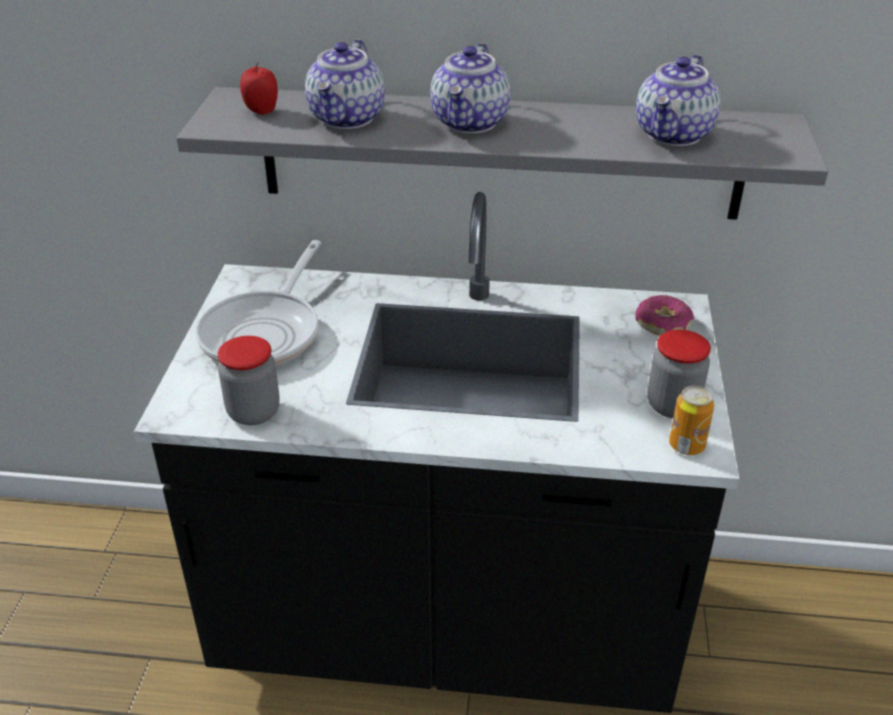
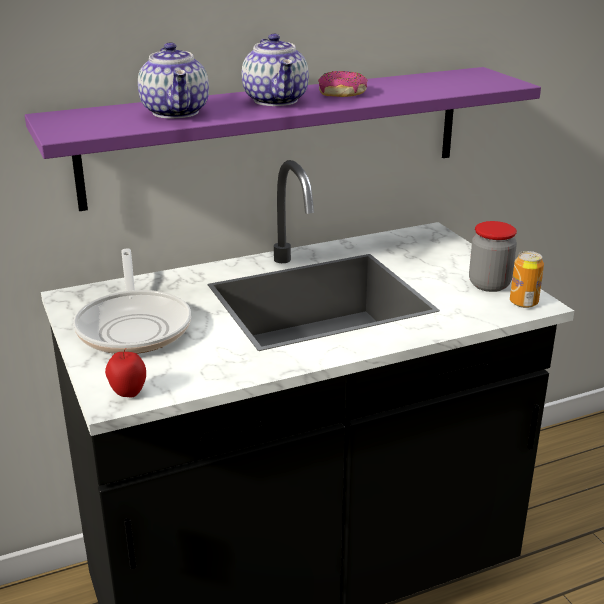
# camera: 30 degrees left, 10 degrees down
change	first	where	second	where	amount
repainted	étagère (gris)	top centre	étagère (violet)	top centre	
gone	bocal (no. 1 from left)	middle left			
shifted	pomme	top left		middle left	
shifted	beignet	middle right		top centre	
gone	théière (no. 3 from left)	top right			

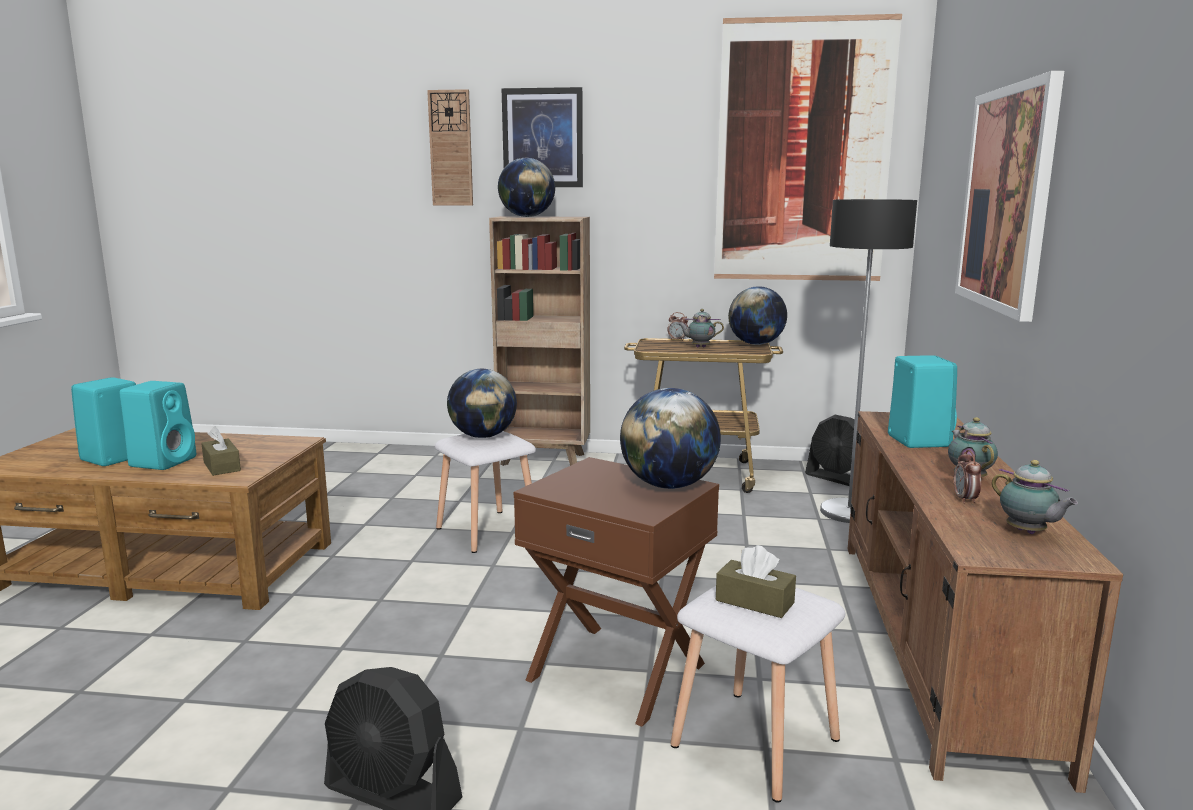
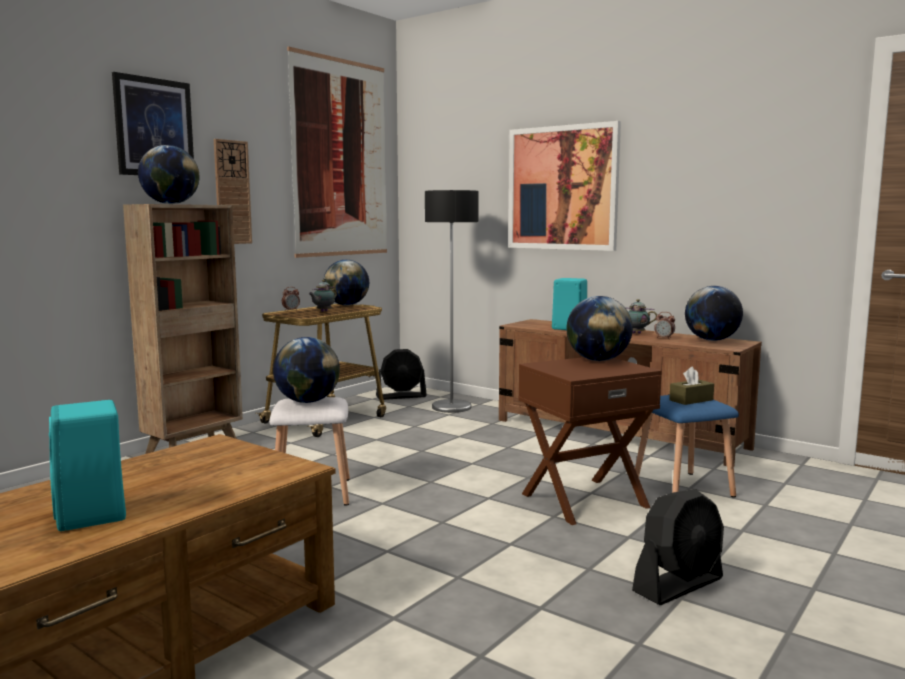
# camera: 60 degrees left, 5 degrees down
change	first	where	second	where	amount
gone	enceinte (turquoise) (no. 2 from left)	middle left			
gone	boîte à mouchoirs (marron) (no. 1 from left)	middle left			
shifted	horloge murale	top centre		top left	
repainted	tabouret (blanc) (no. 2 from left)	bottom centre	tabouret (bleu)	middle right	
swapped	théière (no. 3 from left)	middle right	globe (no. 5 from left)	middle right	

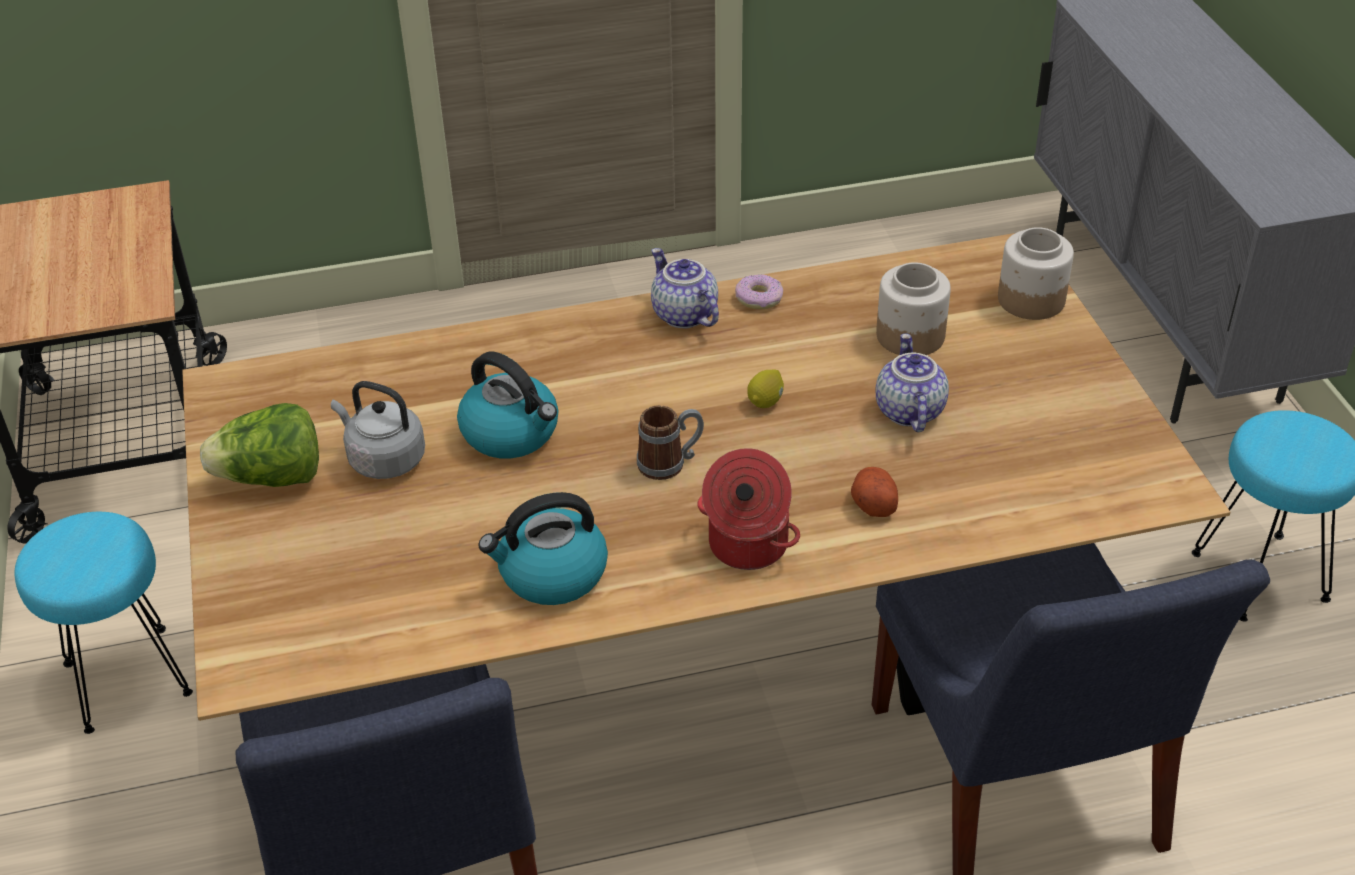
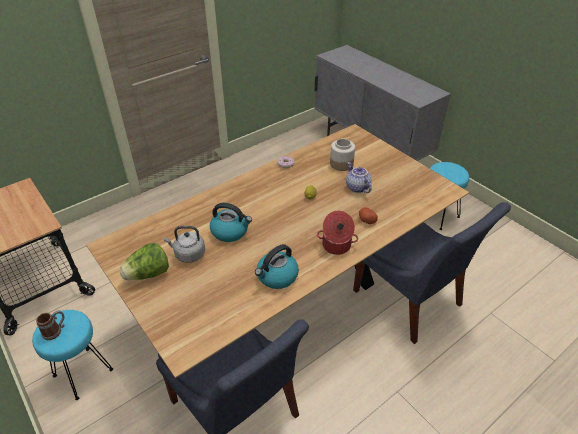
# camera: 25 degrees left, 0 degrees up
change	first	where	second	where	amount
shifted	mug	centre		bottom left	
gone	théière (no. 1 from left)	top centre			
gone	bocal (no. 2 from left)	top right			

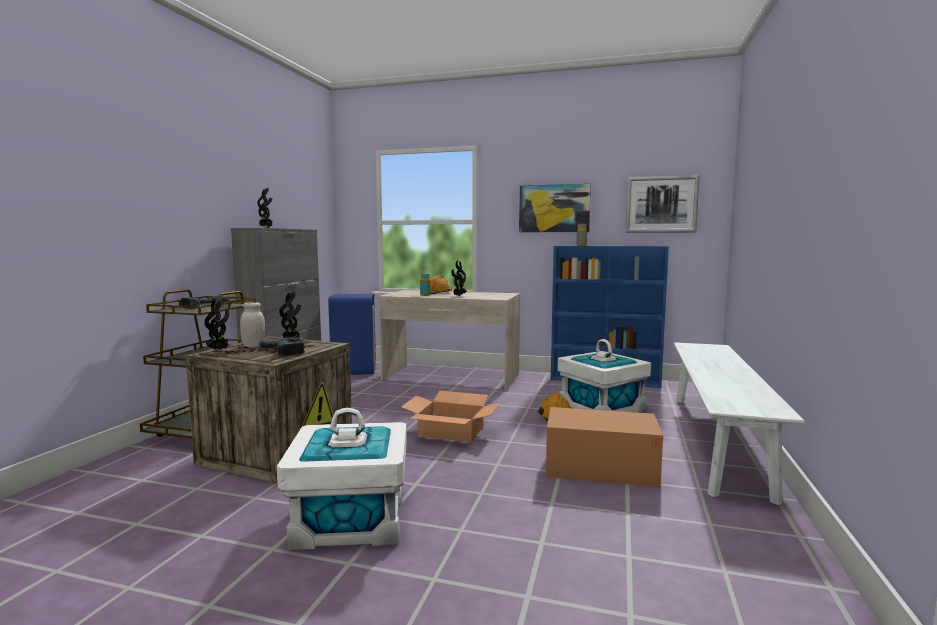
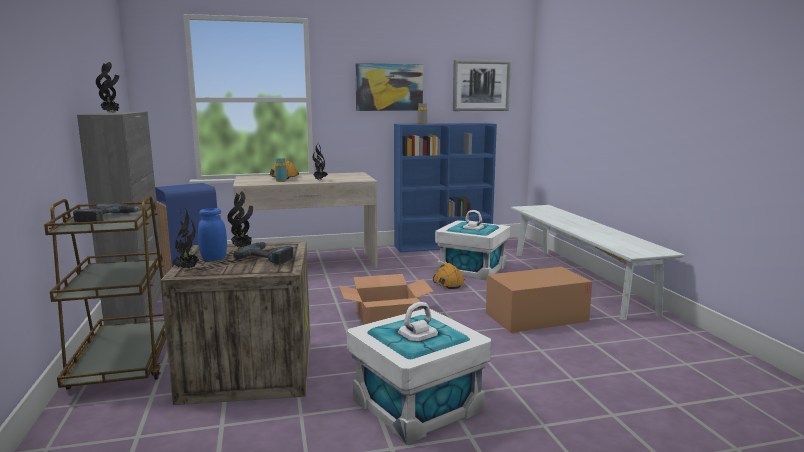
# camera: 30 degrees left, 5 degrees up
change	first	where	second	where	amount
repainted	bocal (blanc)	middle left	bocal (bleu)	middle left	

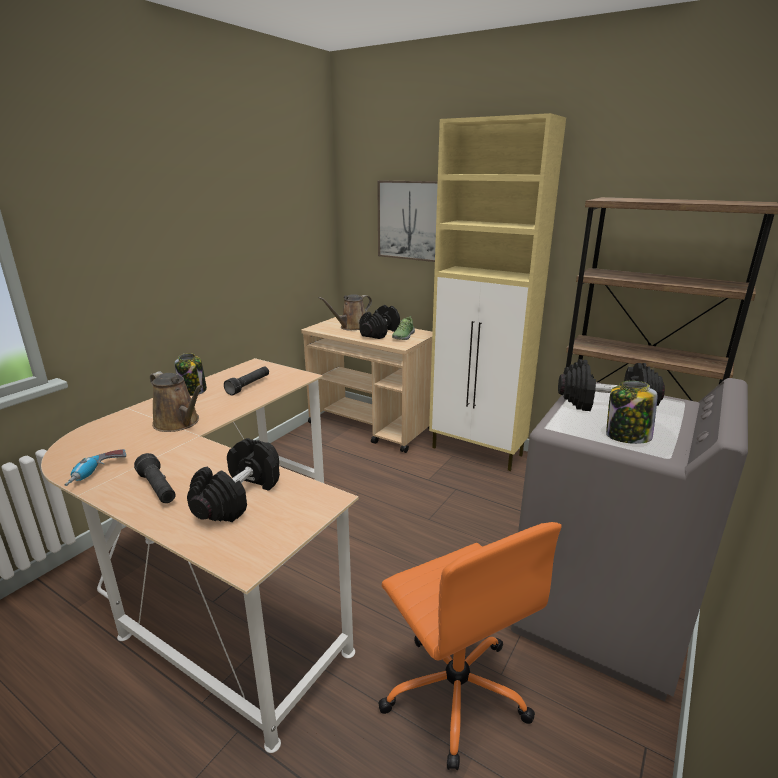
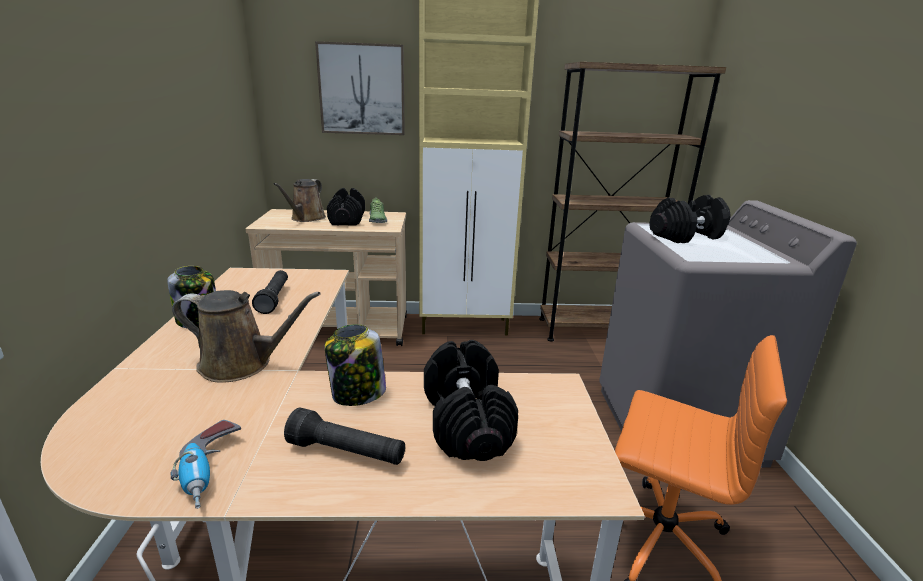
# camera: 35 degrees left, 0 degrees up
change	first	where	second	where	amount
shifted	bocal (no. 2 from left)	middle right		centre	

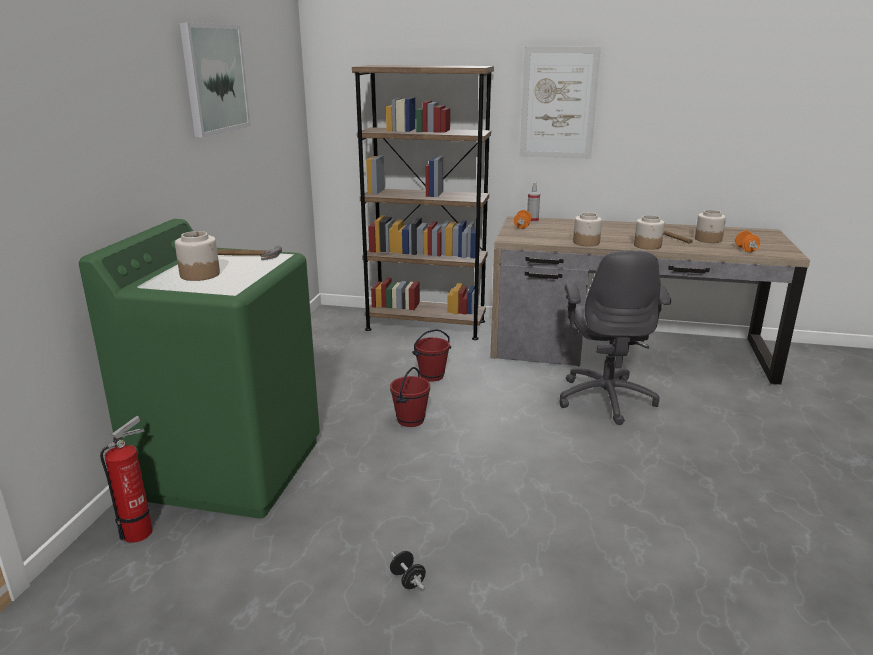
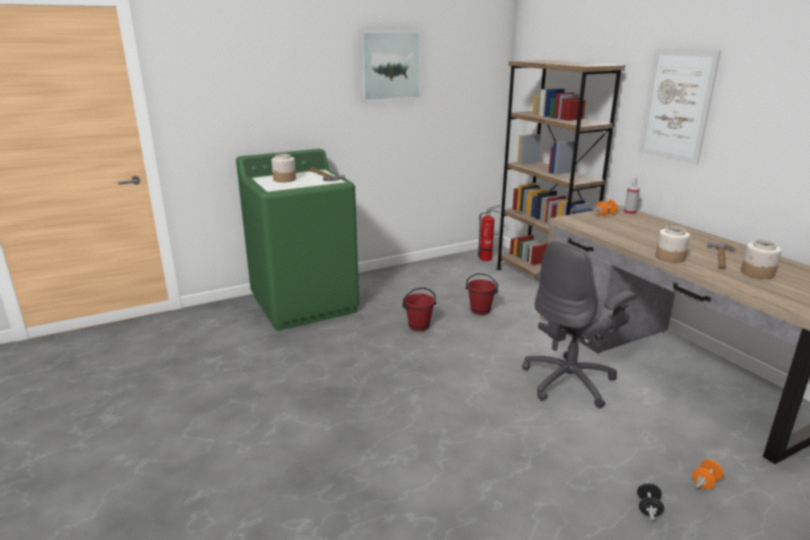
# camera: 50 degrees right, 0 degrees up
change	first	where	second	where	amount
shifted	extincteur	bottom left		centre	
shifted	haltère (noir)	bottom centre		bottom right	
gone	bocal (no. 2 from left)	middle right			
shifted	haltère (orange) (no. 2 from left)	middle right		bottom right	

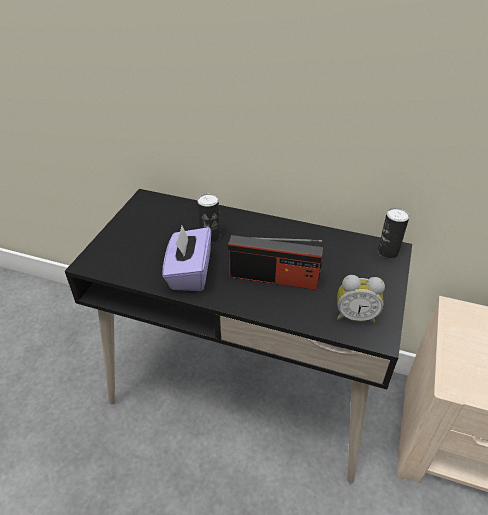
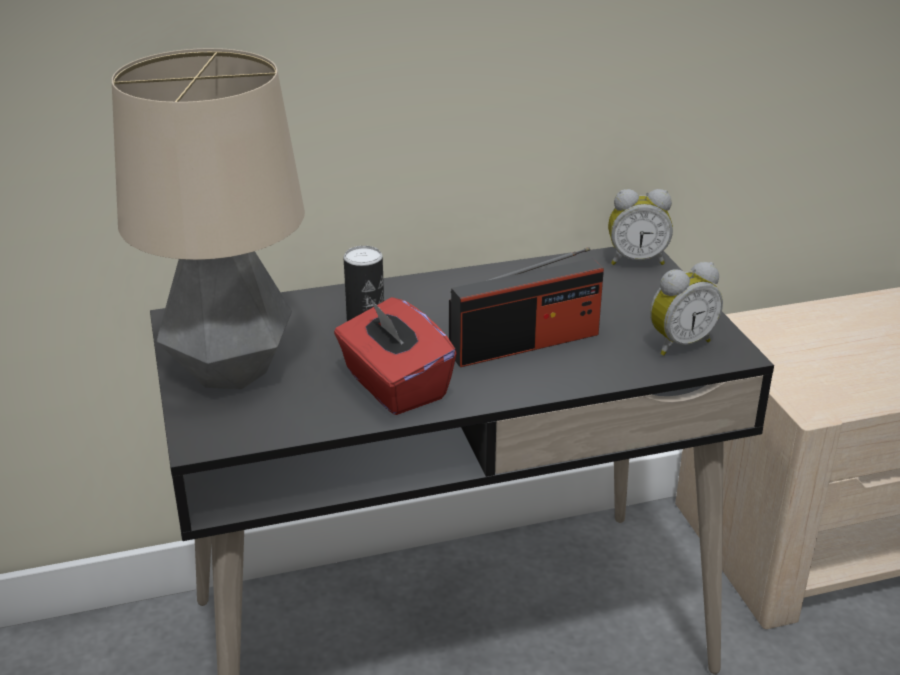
# camera: 35 degrees left, 10 degrees down
change	first	where	second	where	amount
repainted	boîte à mouchoirs (violet)	centre	boîte à mouchoirs (rouge)	centre	
swapped	boîte métallique (no. 2 from left)	middle right	réveil (no. 1 from left)	middle right	
new			lampe de table	top left	

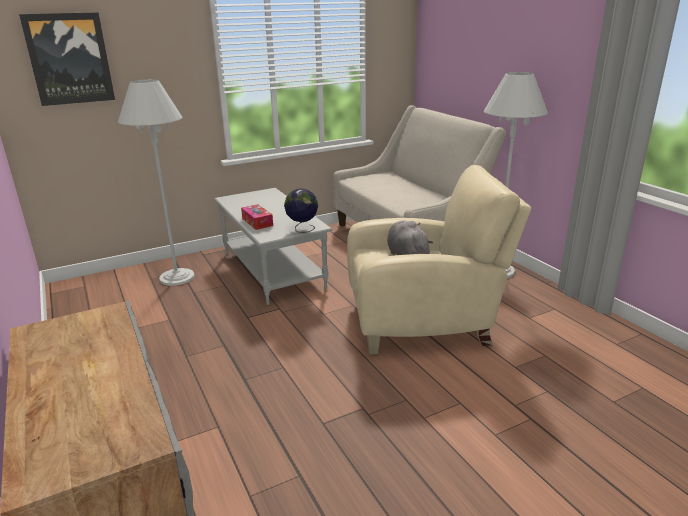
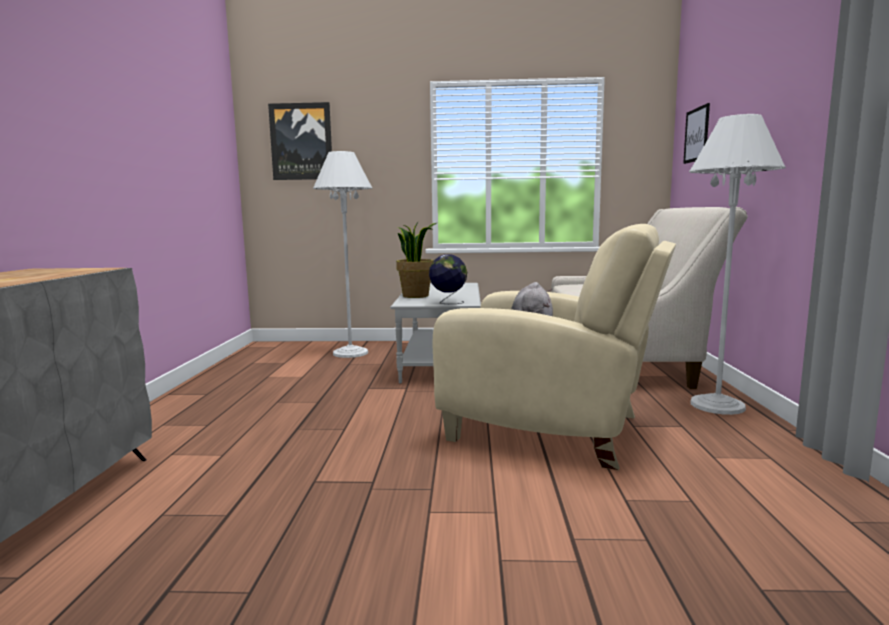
# camera: 30 degrees right, 15 degrees down
change	first	where	second	where	amount
swapped	boîte à mouchoirs	centre	plante en pot	centre	
new			tableau (no. 2 from left)	top right	

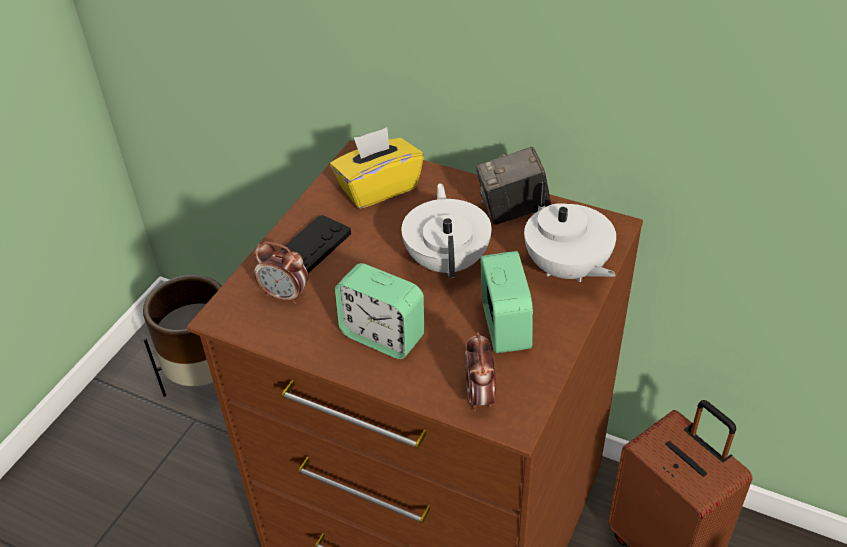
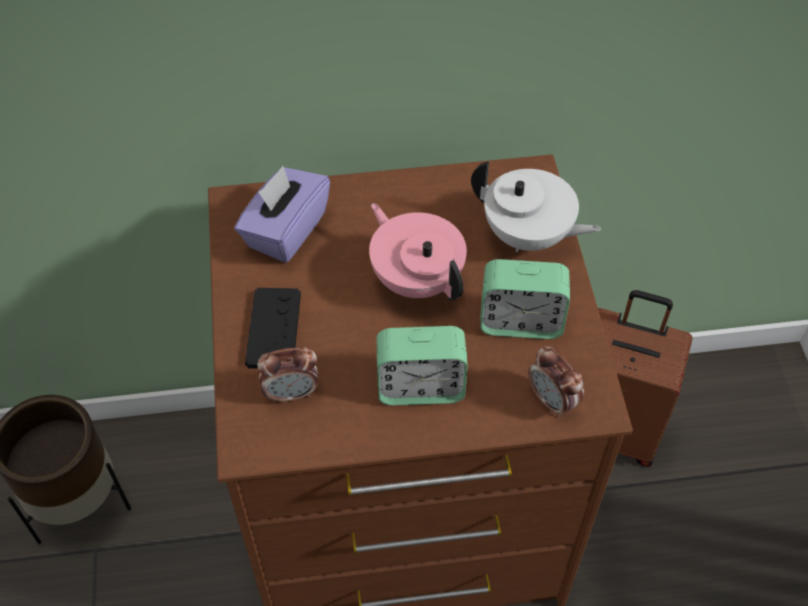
# camera: 35 degrees left, 10 degrees up
change	first	where	second	where	amount
repainted	boîte à mouchoirs (jaune)	top centre	boîte à mouchoirs (violet)	centre	
repainted	théière (blanc) (no. 1 from left)	centre	théière (rose)	centre	
gone	appareil photo	centre			
rotated	réveil (no. 4 from left in the first image)	centre	réveil (no. 3 from left)	centre	135 degrees clockwise

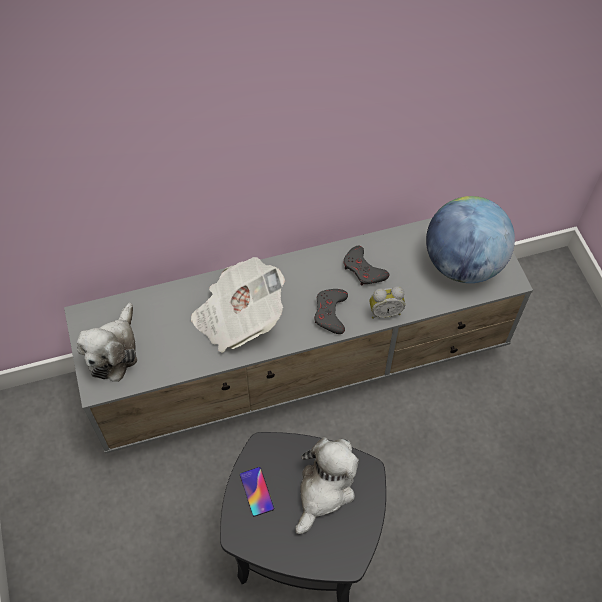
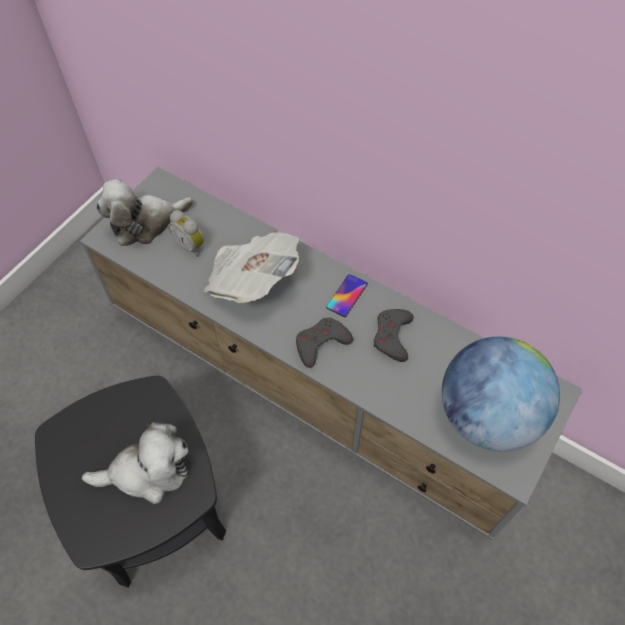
# camera: 50 degrees right, 0 degrees up
change	first	where	second	where	amount
shifted	téléphone	bottom centre		centre	
shifted	réveil	centre		middle left	

